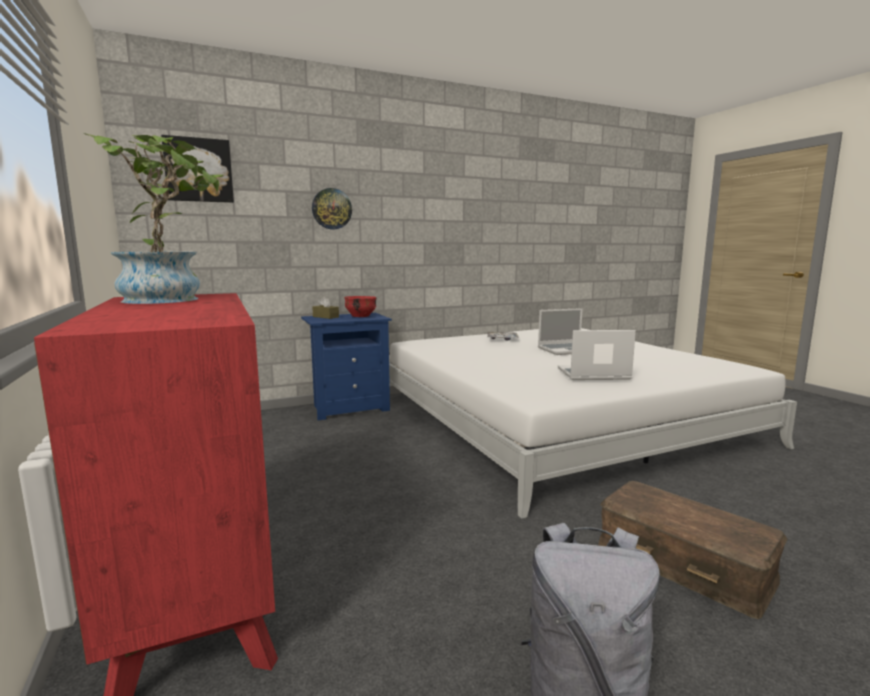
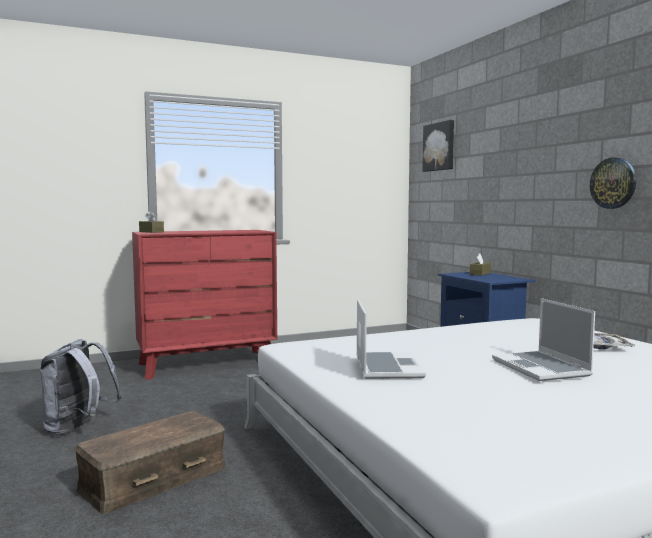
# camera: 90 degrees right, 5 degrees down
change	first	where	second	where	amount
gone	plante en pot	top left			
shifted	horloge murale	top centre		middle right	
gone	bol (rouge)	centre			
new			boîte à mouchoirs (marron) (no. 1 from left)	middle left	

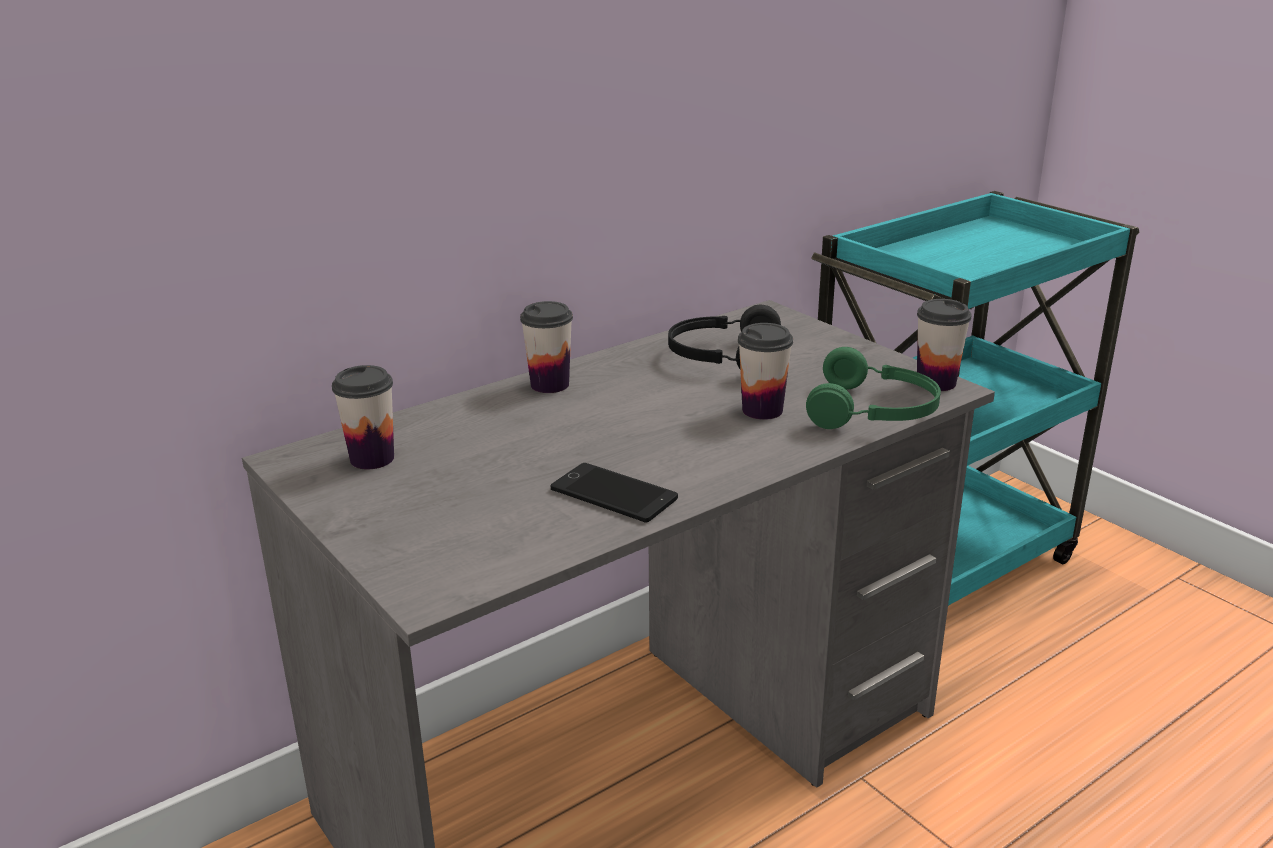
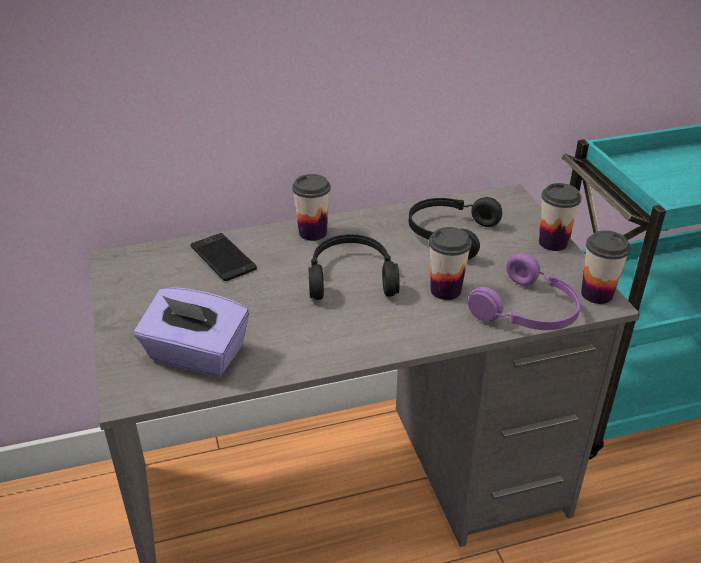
# camera: 20 degrees right, 10 degrees up
change	first	where	second	where	amount
shifted	tasse (no. 1 from left in the first image)	middle left	tasse (no. 3 from left)	middle right	
shifted	téléphone	centre		middle left	
repainted	casque audio (vert)	middle right	casque audio (violet)	middle right	
new			boîte à mouchoirs (violet)	middle left	
new			casque audio (noir) (no. 1 from left)	centre	

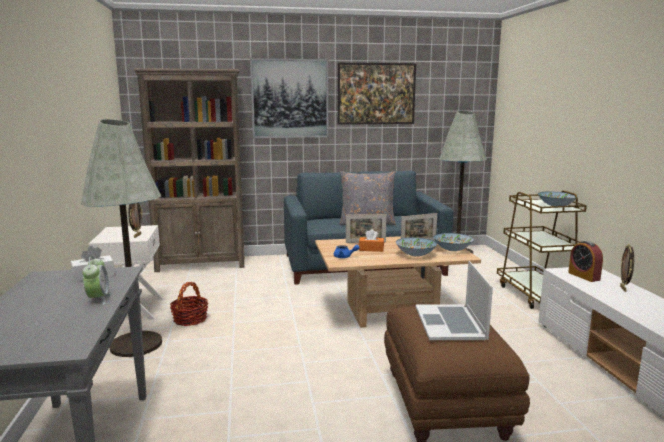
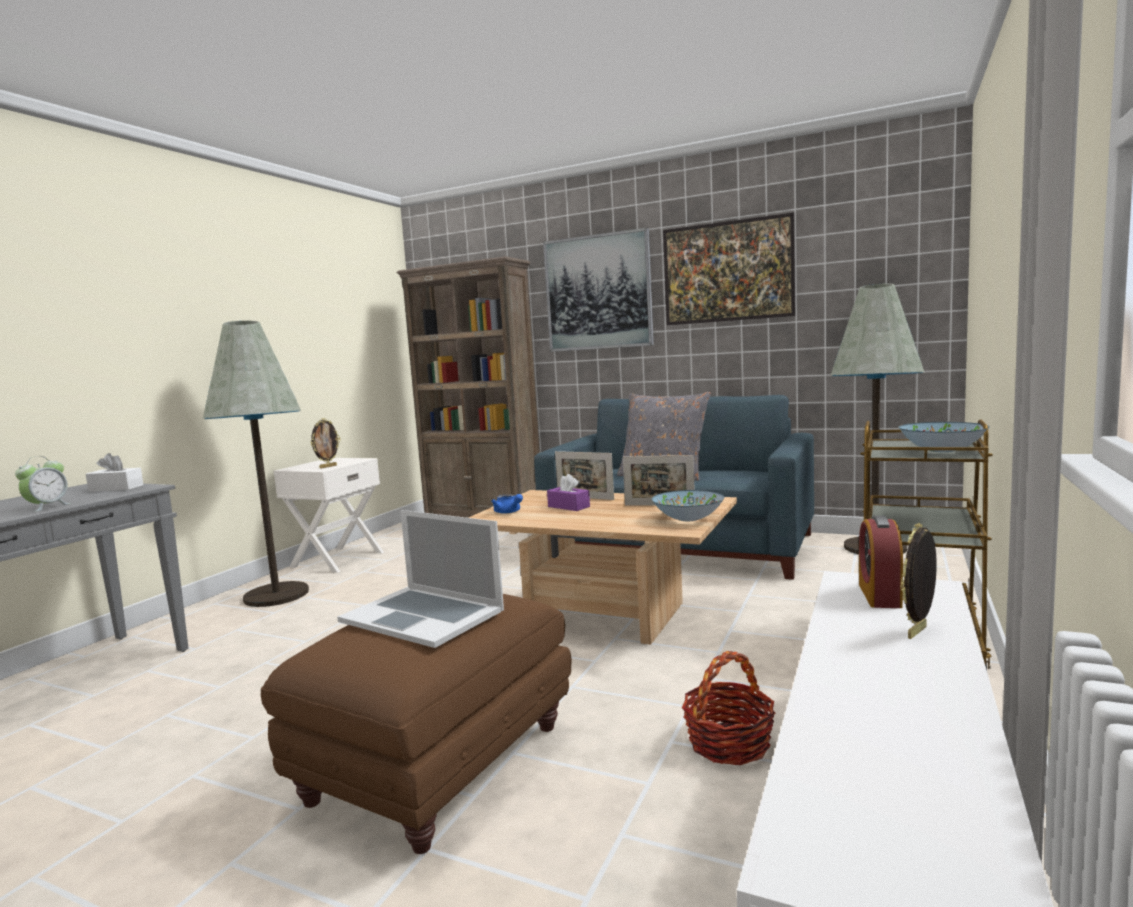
# camera: 35 degrees right, 5 degrees down
change	first	where	second	where	amount
shifted	panier	bottom left		bottom centre	
repainted	boîte à mouchoirs (orange)	centre	boîte à mouchoirs (violet)	centre	
gone	bol (no. 1 from left)	centre			
rotated	ordinateur portable	bottom right		centre	90 degrees counterclockwise

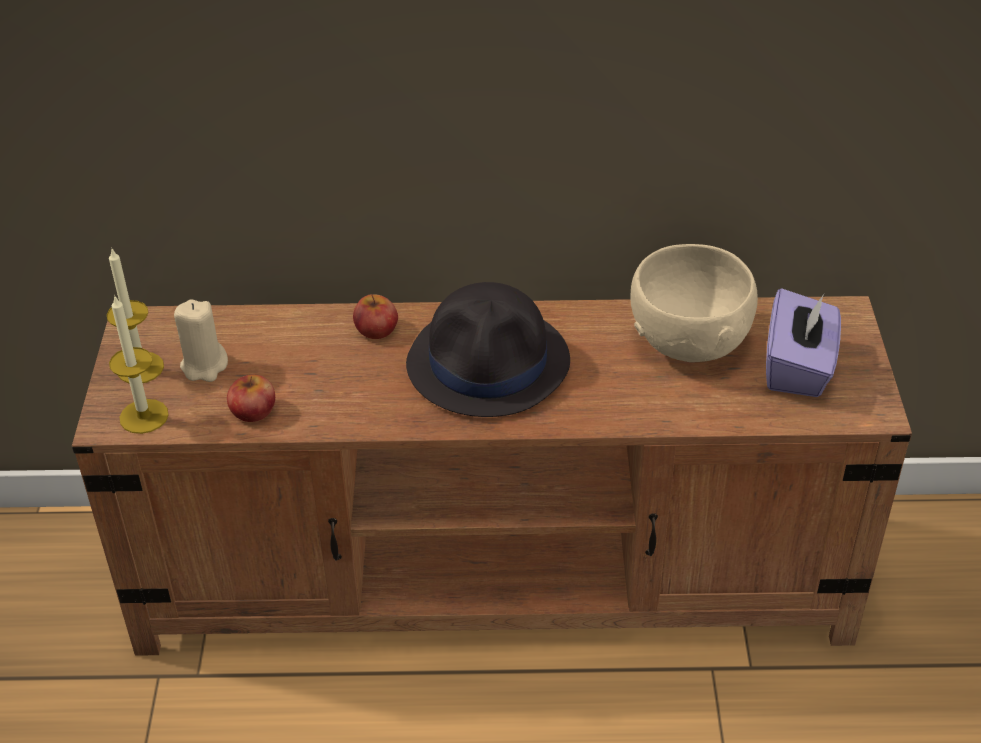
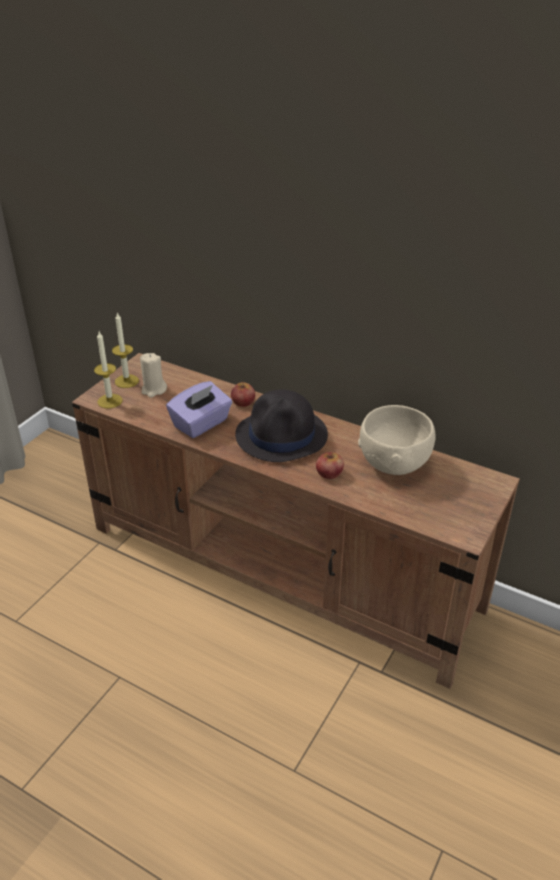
# camera: 30 degrees right, 5 degrees down
change	first	where	second	where	amount
shifted	pomme (no. 1 from left in the first image)	middle left	pomme (no. 2 from left)	centre	
shifted	boîte à mouchoirs (violet)	middle right		centre	

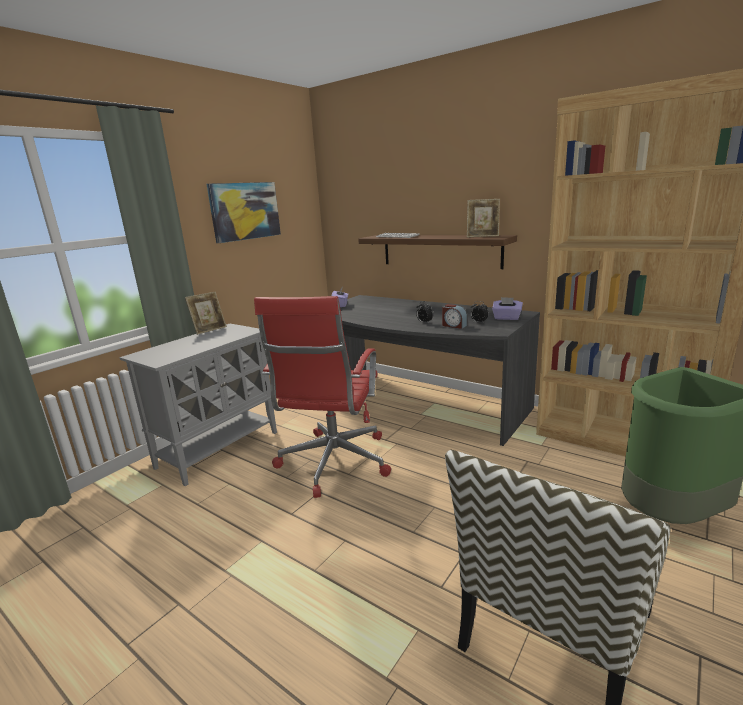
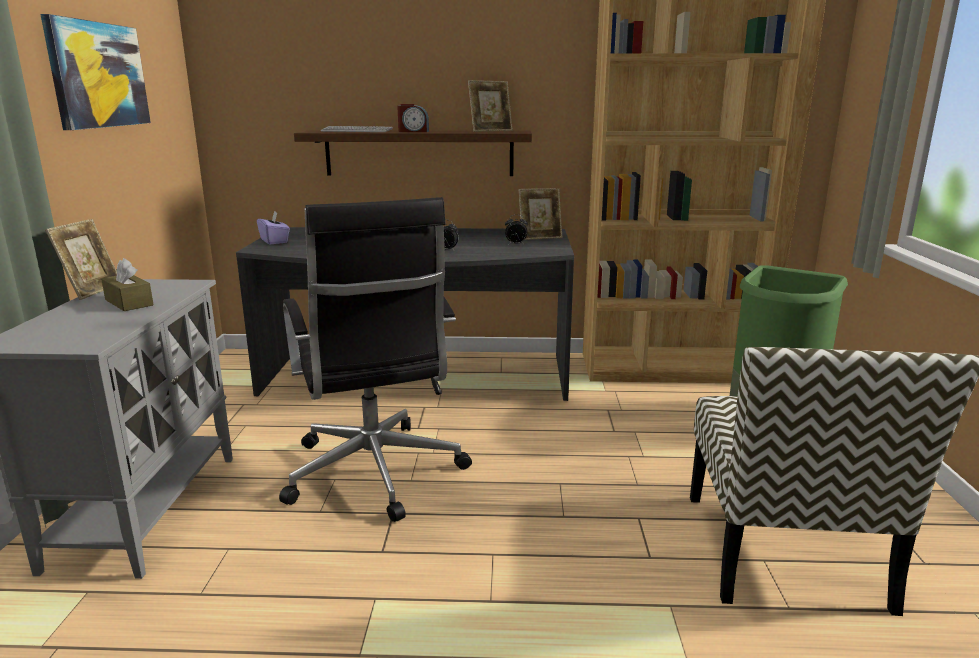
# camera: 35 degrees left, 0 degrees up
change	first	where	second	where	amount
repainted	chaise de bureau (rouge)	centre	chaise de bureau (noir)	centre	
shifted	réveil (no. 2 from left in the first image)	centre	réveil (no. 1 from left)	top centre	
swapped	boîte à mouchoirs (violet) (no. 2 from left)	middle right	cadre photo (no. 3 from left)	top centre	
new			boîte à mouchoirs (marron)	middle left	

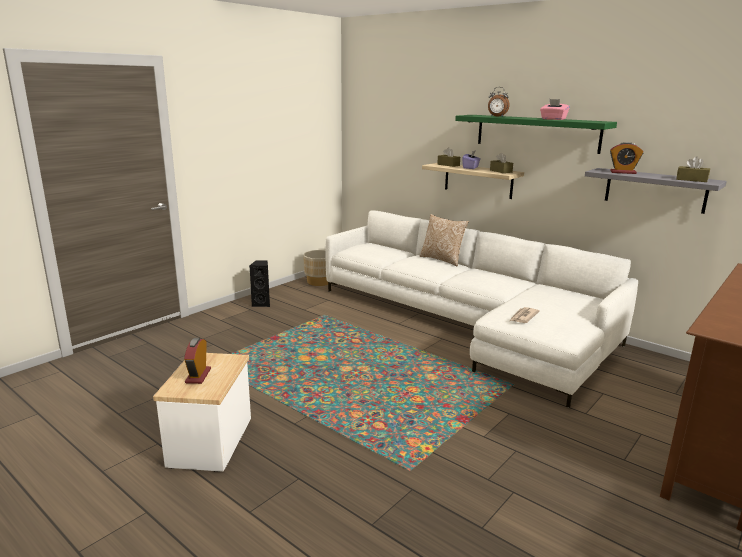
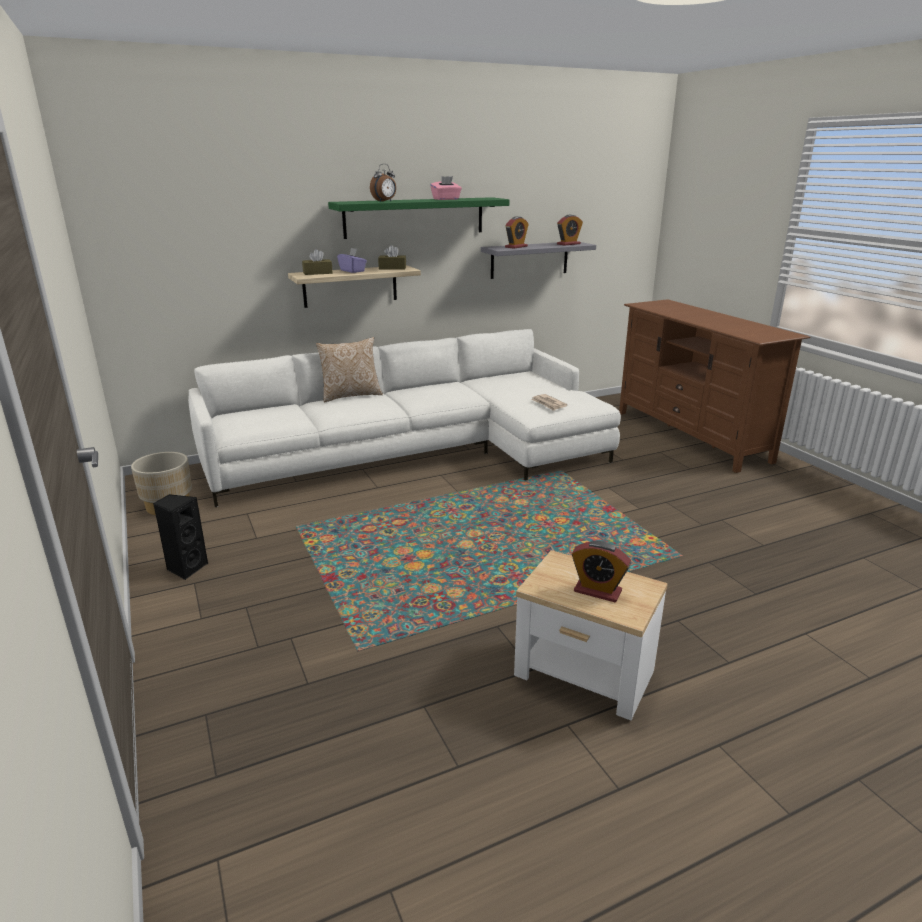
# camera: 65 degrees left, 5 degrees up
change	first	where	second	where	amount
swapped	boîte à mouchoirs (marron) (no. 3 from left)	top right	réveil (no. 3 from left)	top centre	

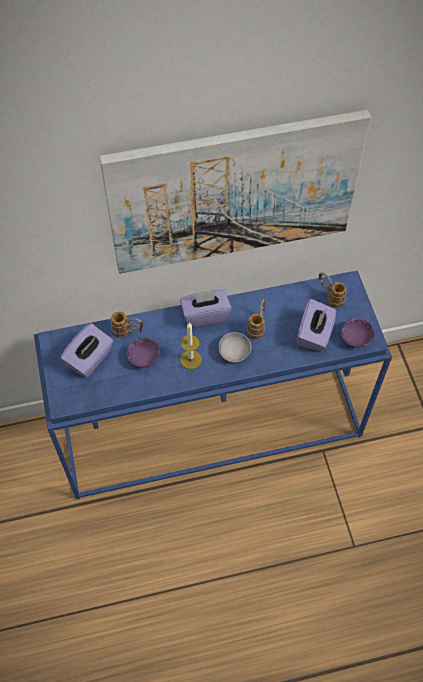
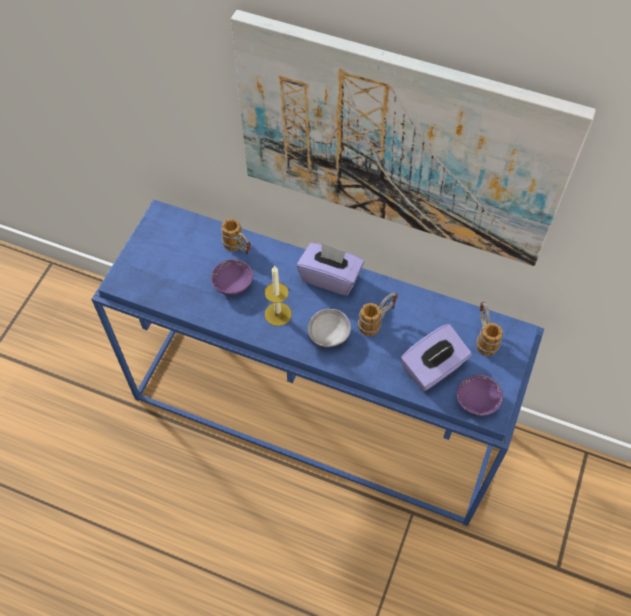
# camera: 35 degrees right, 0 degrees up
change	first	where	second	where	amount
gone	boîte à mouchoirs (violet) (no. 1 from left)	middle left			

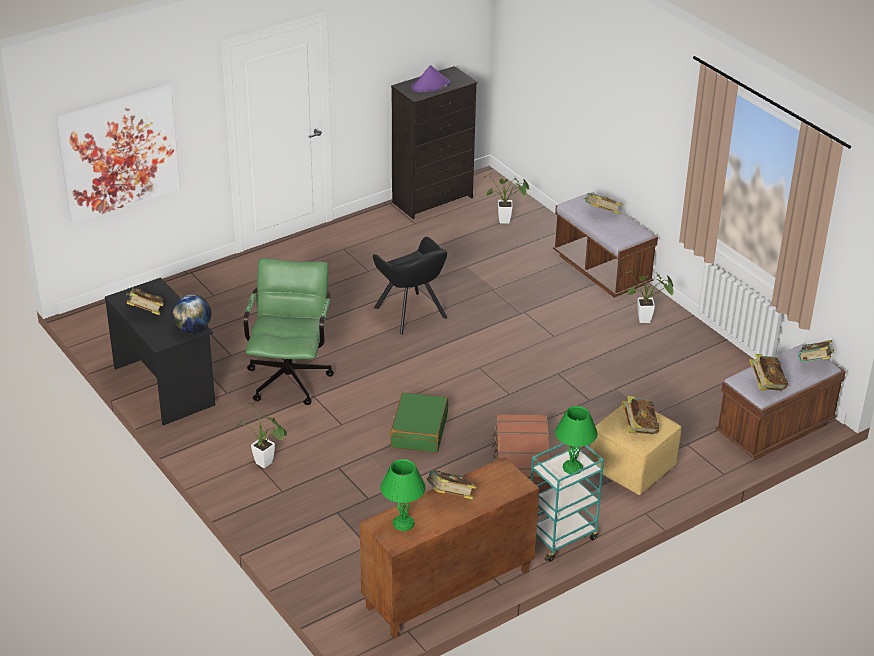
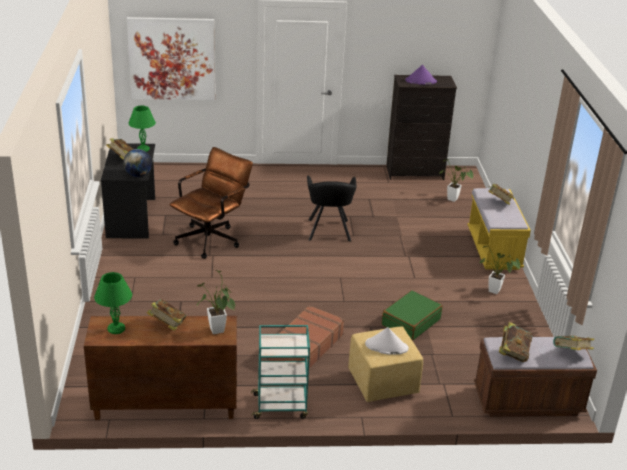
# camera: 30 degrees right, 5 degrees down
change	first	where	second	where	amount
shifted	plante en pot (no. 1 from left)	middle left		centre	
repainted	chaise de bureau (vert)	middle left	chaise de bureau (marron)	centre	
shifted	valise (vert)	centre		bottom centre	
repainted	banc (marron) (no. 1 from left)	middle right	banc (jaune)	middle right	
shifted	lampe de table (vert) (no. 2 from left)	bottom centre		top left	
swapped	livre (no. 4 from left)	middle right	chapeau (blanc)	bottom centre	

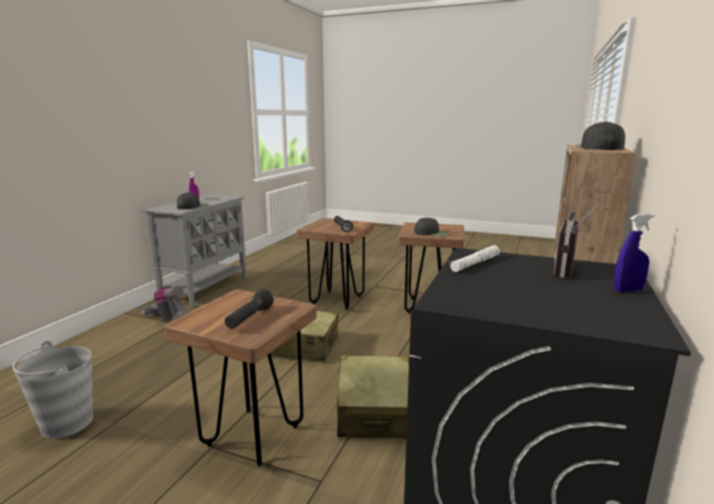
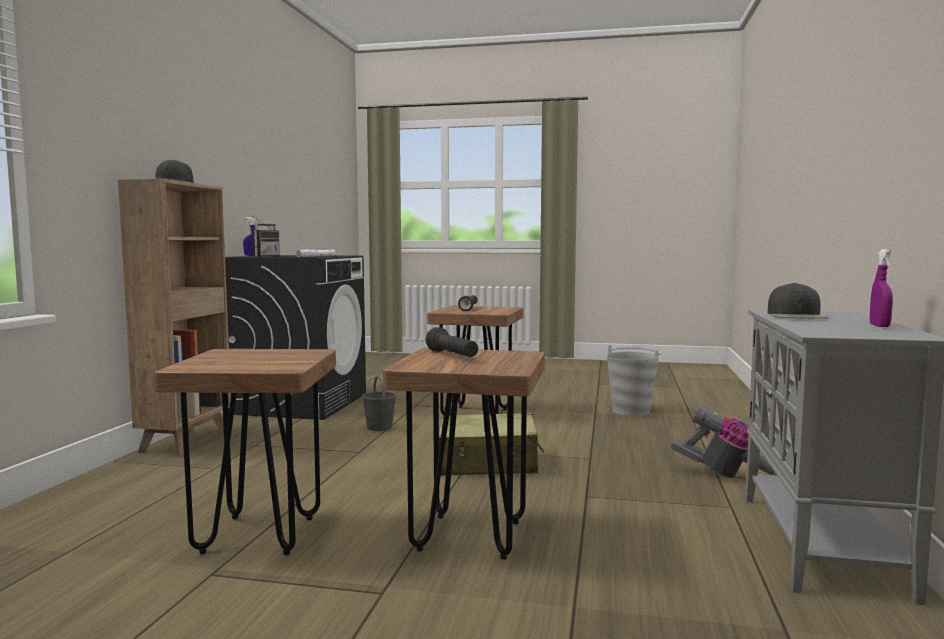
# camera: 170 degrees right, 10 degrees down
change	first	where	second	where	amount
swapped	valise (beige) (no. 2 from left)	bottom centre	seau (gris) (no. 1 from left)	centre	
gone	casquette (noir) (no. 2 from left)	centre			

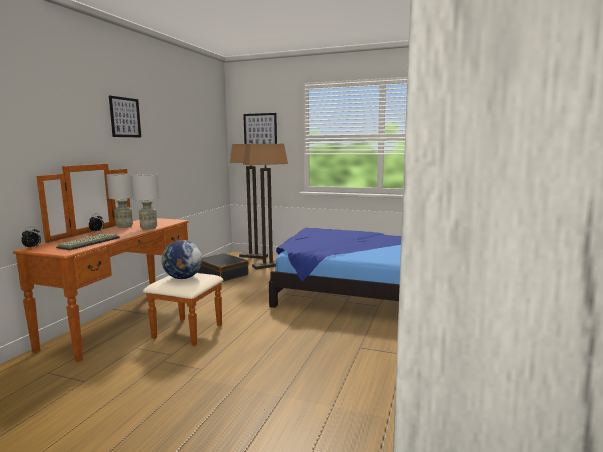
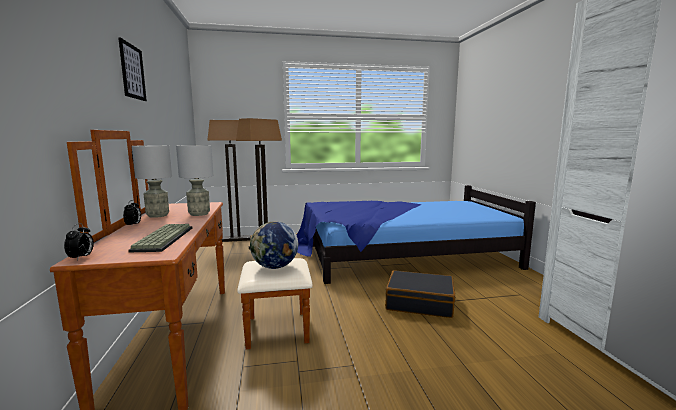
# camera: 30 degrees left, 0 degrees up
change	first	where	second	where	amount
shifted	valise (noir)	centre		bottom centre	
gone	tableau (no. 2 from left)	top centre			

